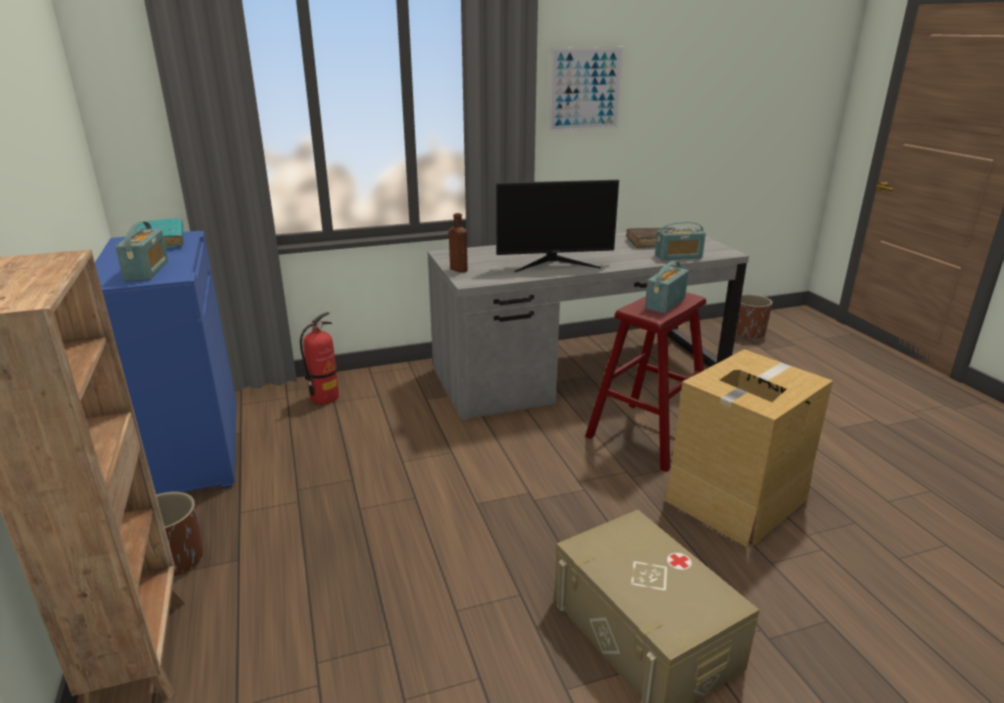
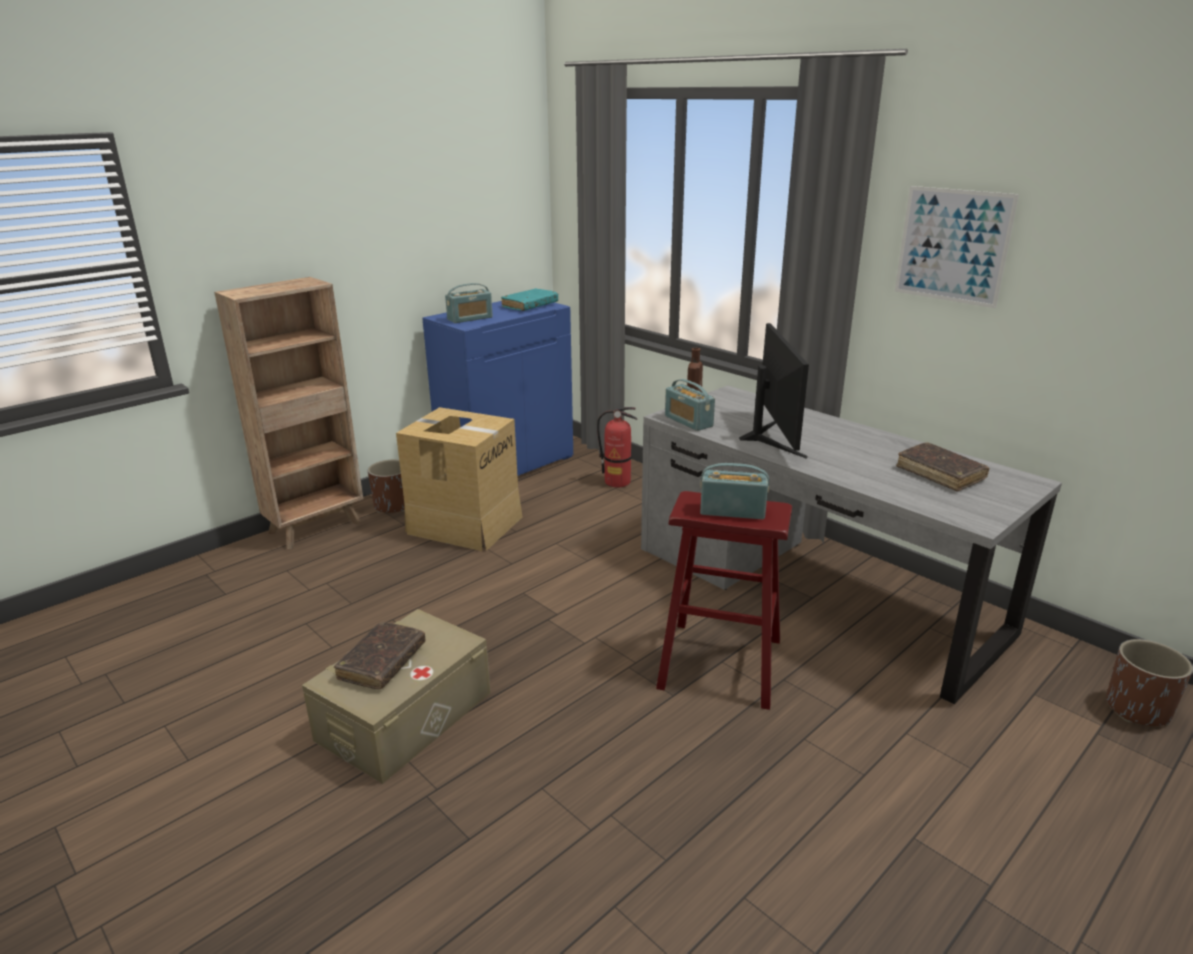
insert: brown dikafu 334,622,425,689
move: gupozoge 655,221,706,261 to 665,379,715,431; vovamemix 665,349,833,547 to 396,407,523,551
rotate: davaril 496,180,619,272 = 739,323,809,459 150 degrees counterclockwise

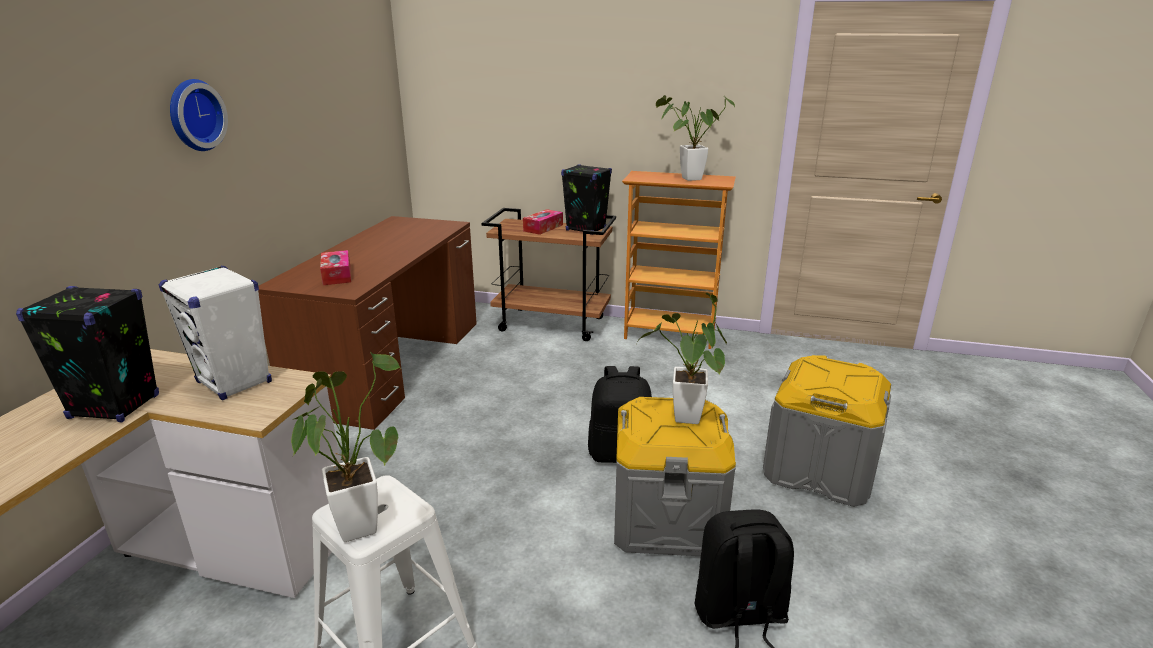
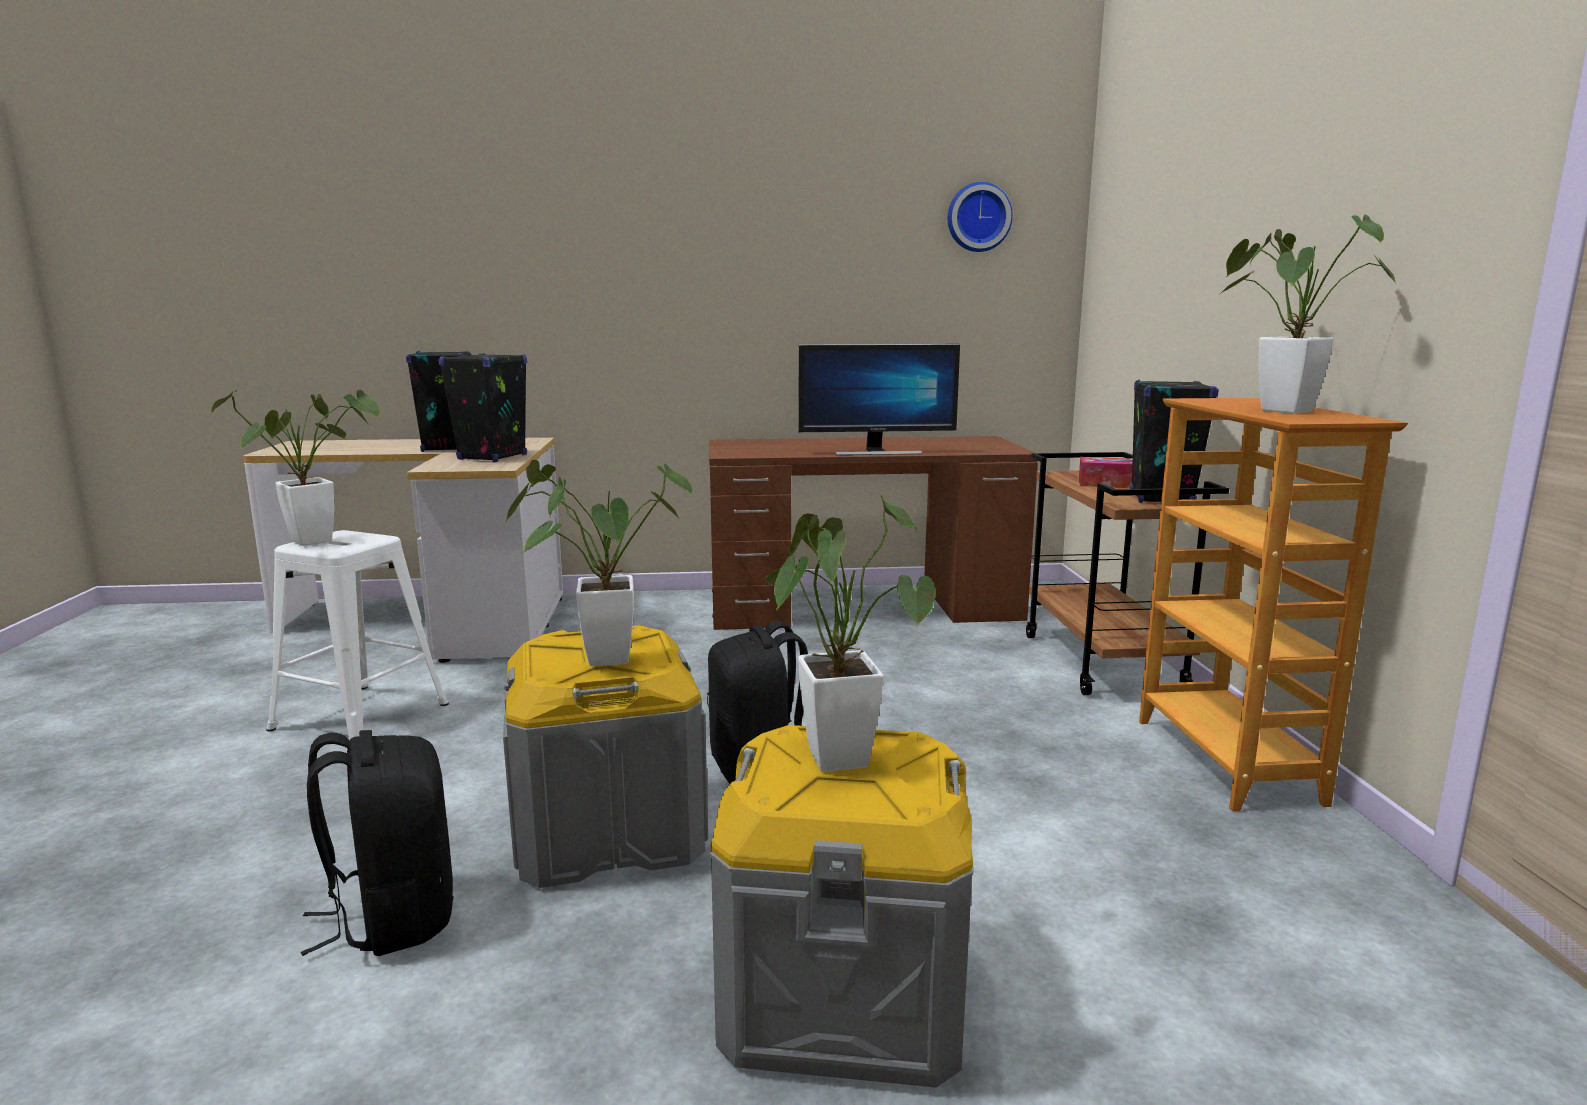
delete: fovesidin 320,250,351,285
insert: davaril 798,344,960,455; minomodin 765,495,936,772
move: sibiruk 170,79,228,151 to 948,182,1013,252
recolor: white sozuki 159,266,272,400 to black sozuki 438,353,527,462

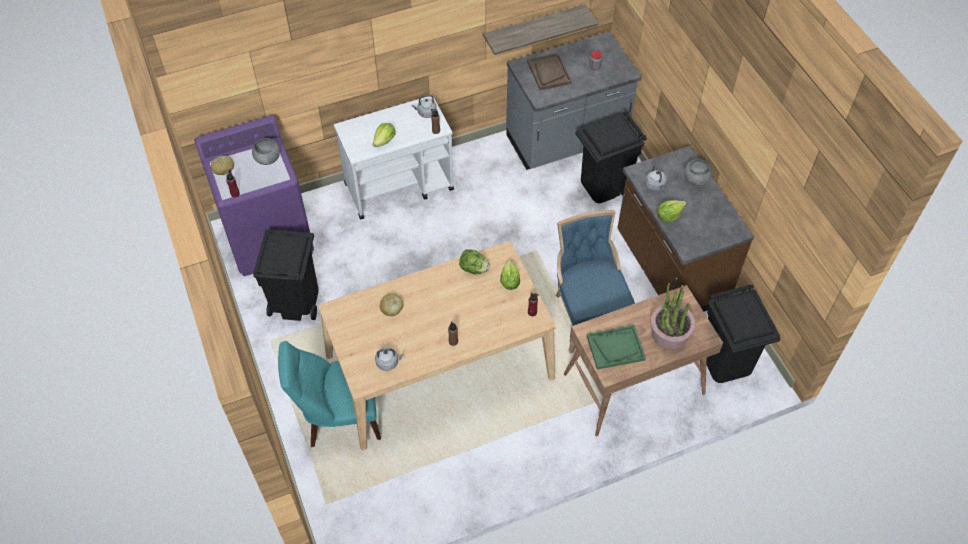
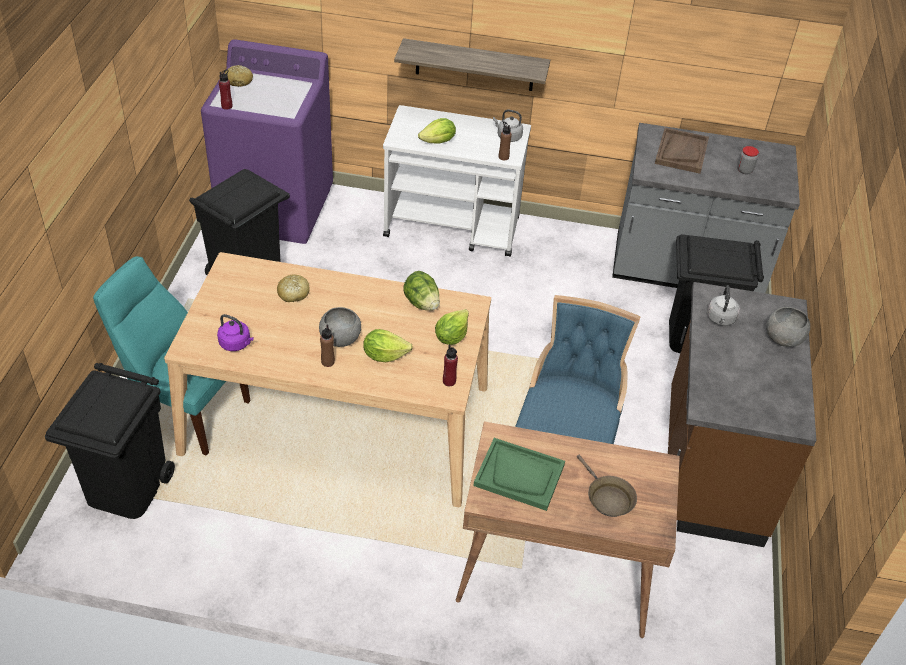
move: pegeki 483,4,599,55 to 394,38,550,91; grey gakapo 252,138,280,165 to 319,307,361,347; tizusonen 657,200,686,222 to 363,329,413,362; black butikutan 707,285,781,383 to 45,363,175,519
replace: minomodin 650,283,696,349 to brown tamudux 577,455,637,517
recolor: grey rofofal 375,347,404,371 to purple rofofal 217,314,254,351

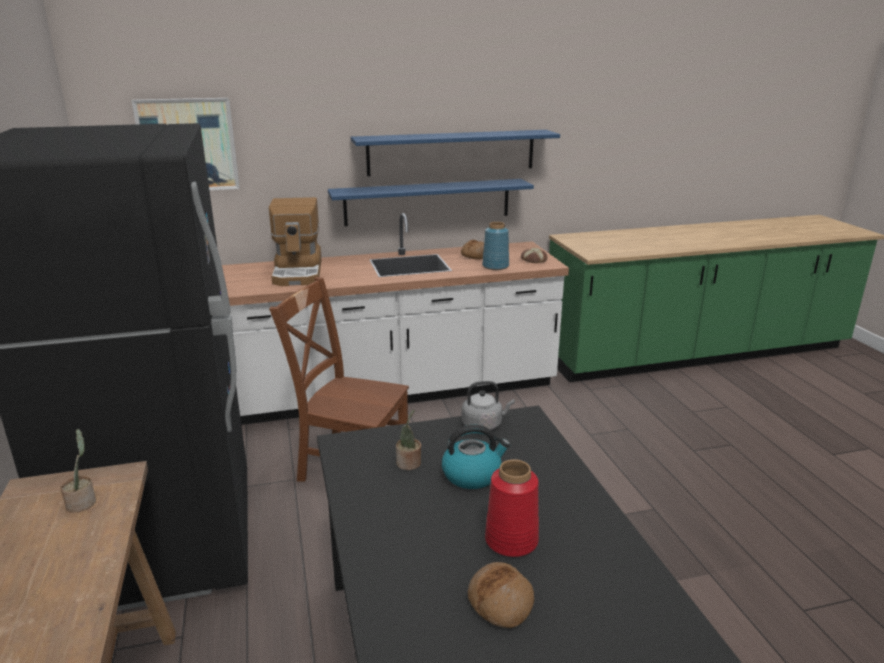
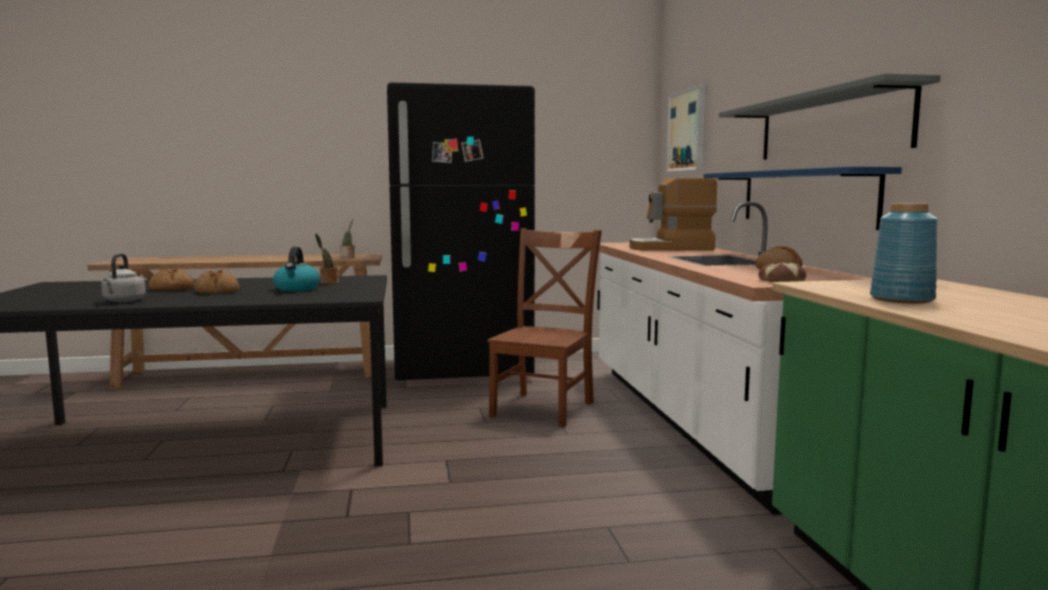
move: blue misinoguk 482,222,509,270 to 870,203,938,304; grey rofofal 462,381,515,430 to 101,253,146,302
replace: red misinoguk 485,459,539,557 to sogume 194,270,239,294
recolor: blue pegeki 351,130,560,176 to grey pegeki 719,73,941,160

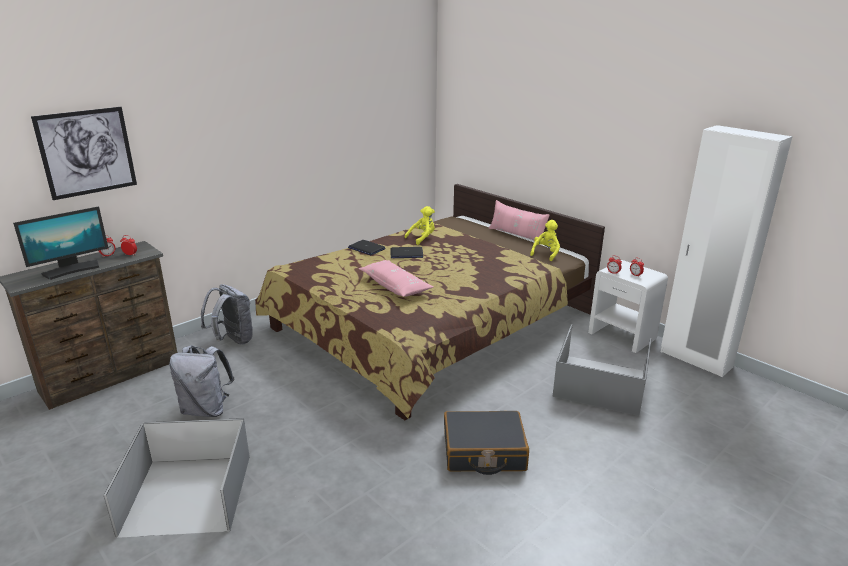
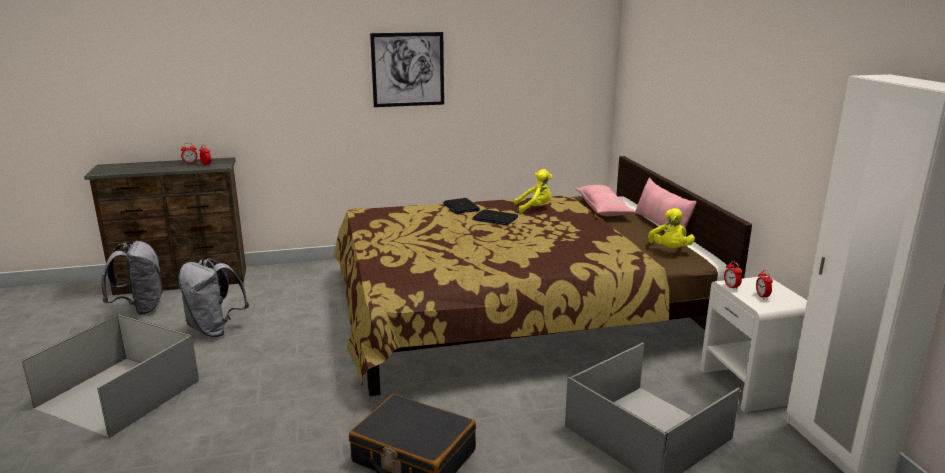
delete: davaril 13,206,108,280
move: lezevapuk 31,107,137,200 to 370,32,444,107; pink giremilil 359,260,433,297 to 576,185,635,216; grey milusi 201,284,253,345 to 101,241,163,315
rotate: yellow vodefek 530,220,560,261 = 648,208,695,248 120 degrees clockwise

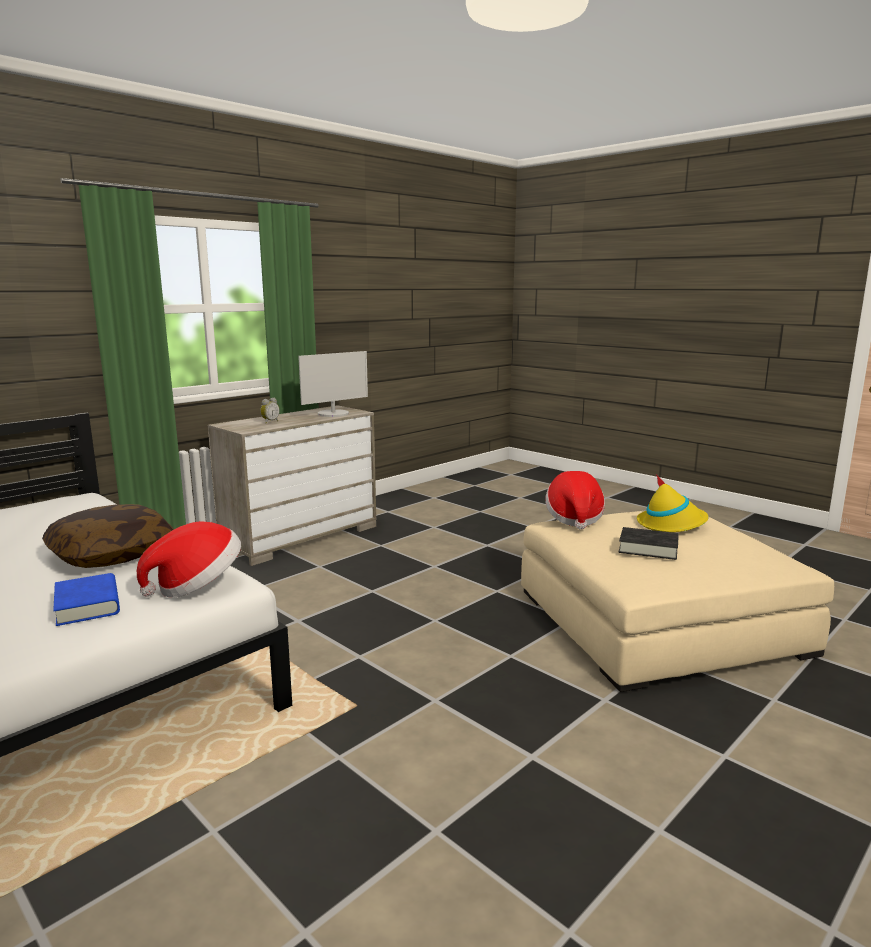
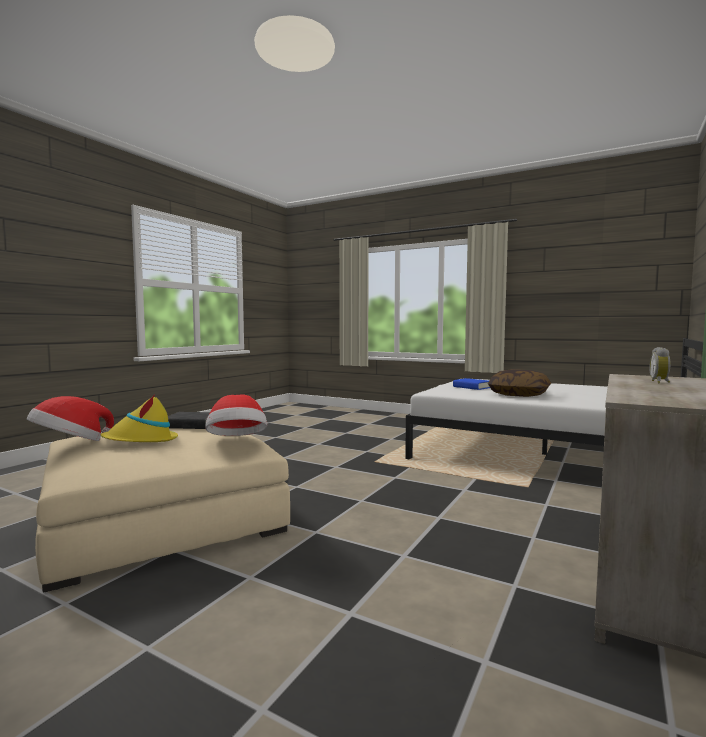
delete: davaril 298,351,368,417
move: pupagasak 137,521,241,598 to 27,396,114,441

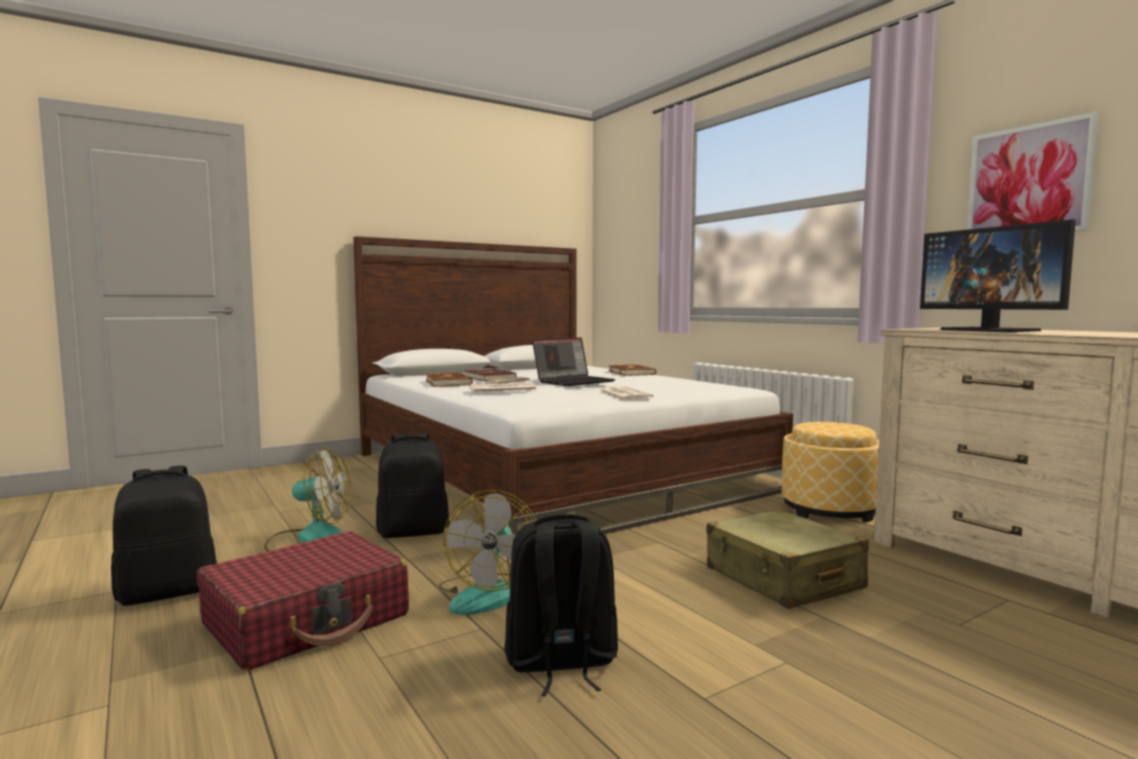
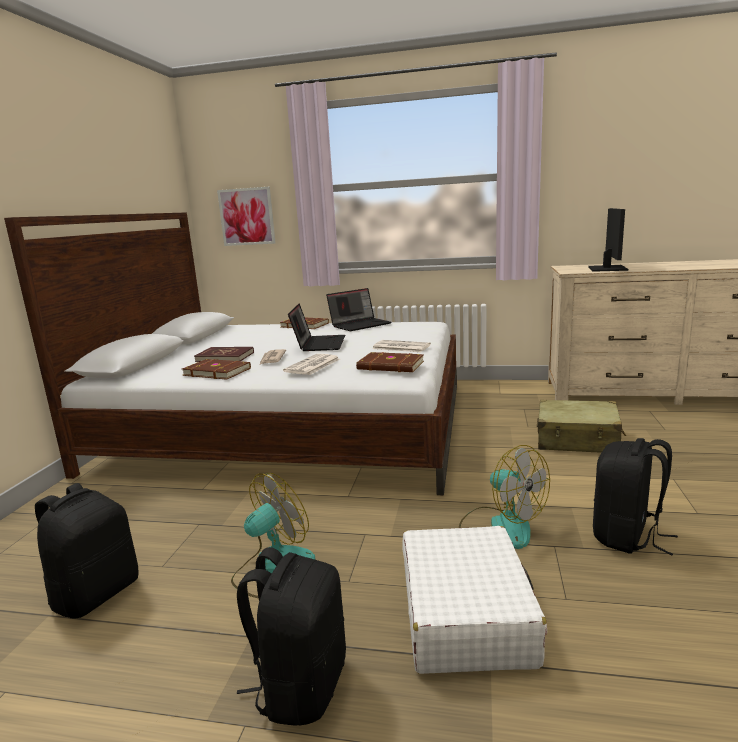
delete: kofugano 782,422,879,522
insert: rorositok 326,288,391,331; brown dikafu 356,352,424,372
move: lezevapuk 967,112,1099,232 to 217,187,275,246; black milusi 376,433,449,538 to 35,483,138,618
recolor: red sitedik 197,531,409,671 to white sitedik 402,526,547,674
rotate: davaril 920,219,1076,332 = 588,208,629,272 90 degrees counterclockwise

